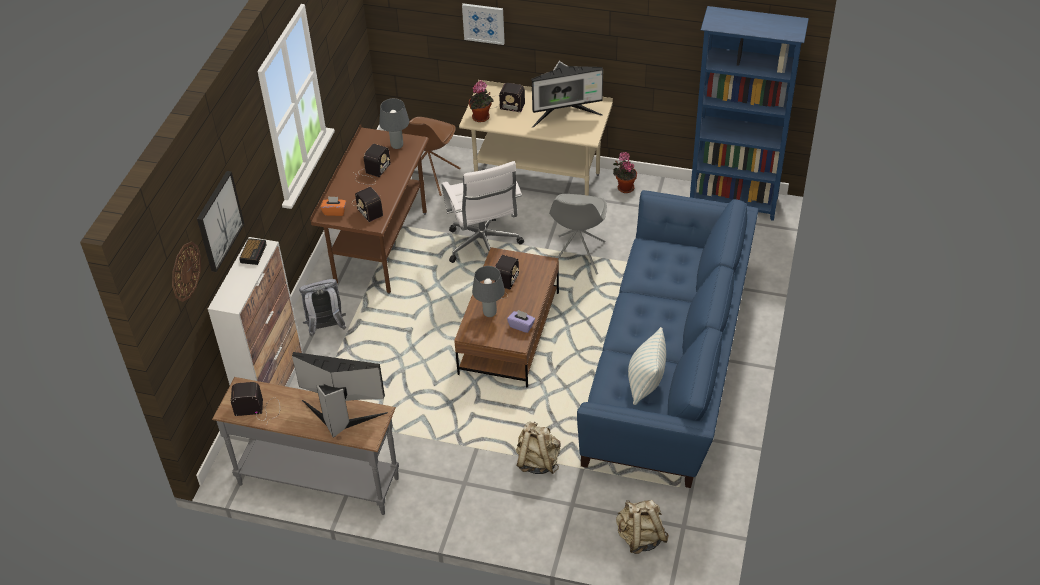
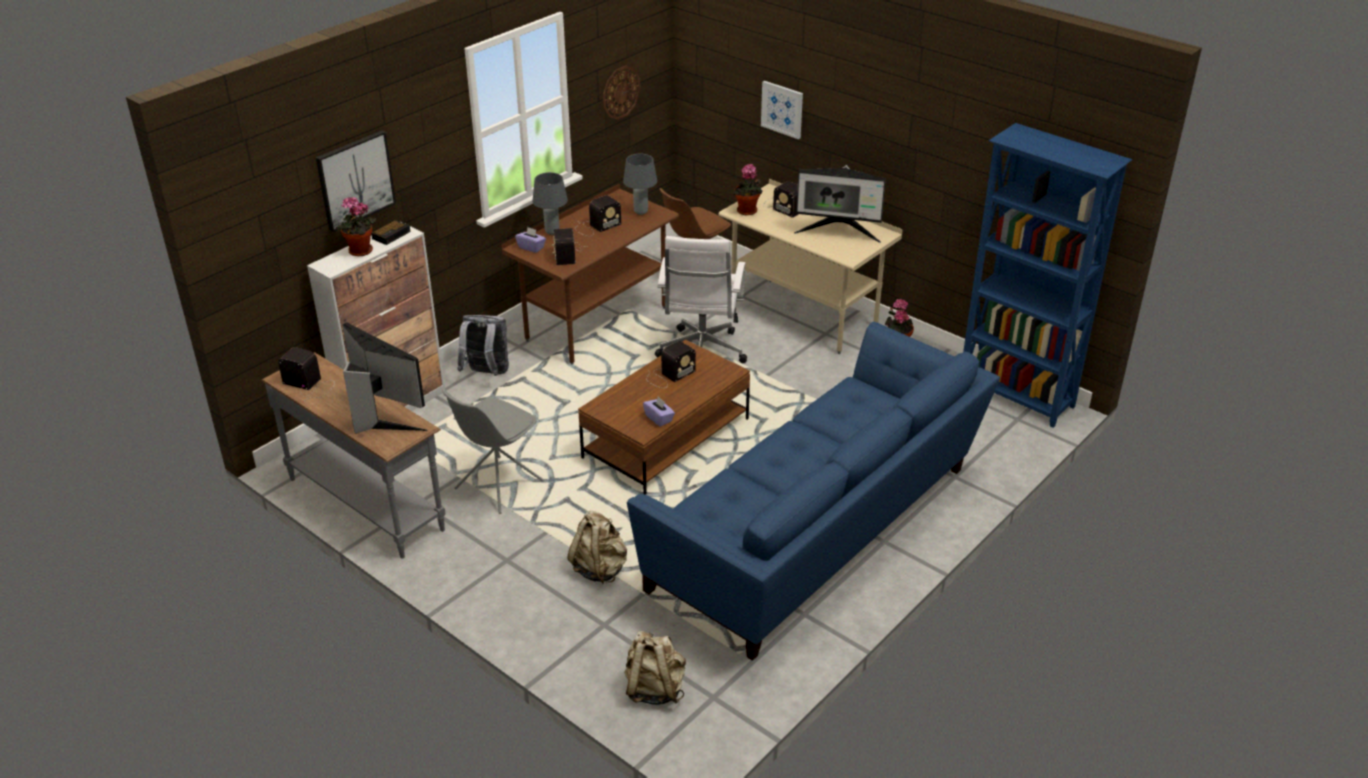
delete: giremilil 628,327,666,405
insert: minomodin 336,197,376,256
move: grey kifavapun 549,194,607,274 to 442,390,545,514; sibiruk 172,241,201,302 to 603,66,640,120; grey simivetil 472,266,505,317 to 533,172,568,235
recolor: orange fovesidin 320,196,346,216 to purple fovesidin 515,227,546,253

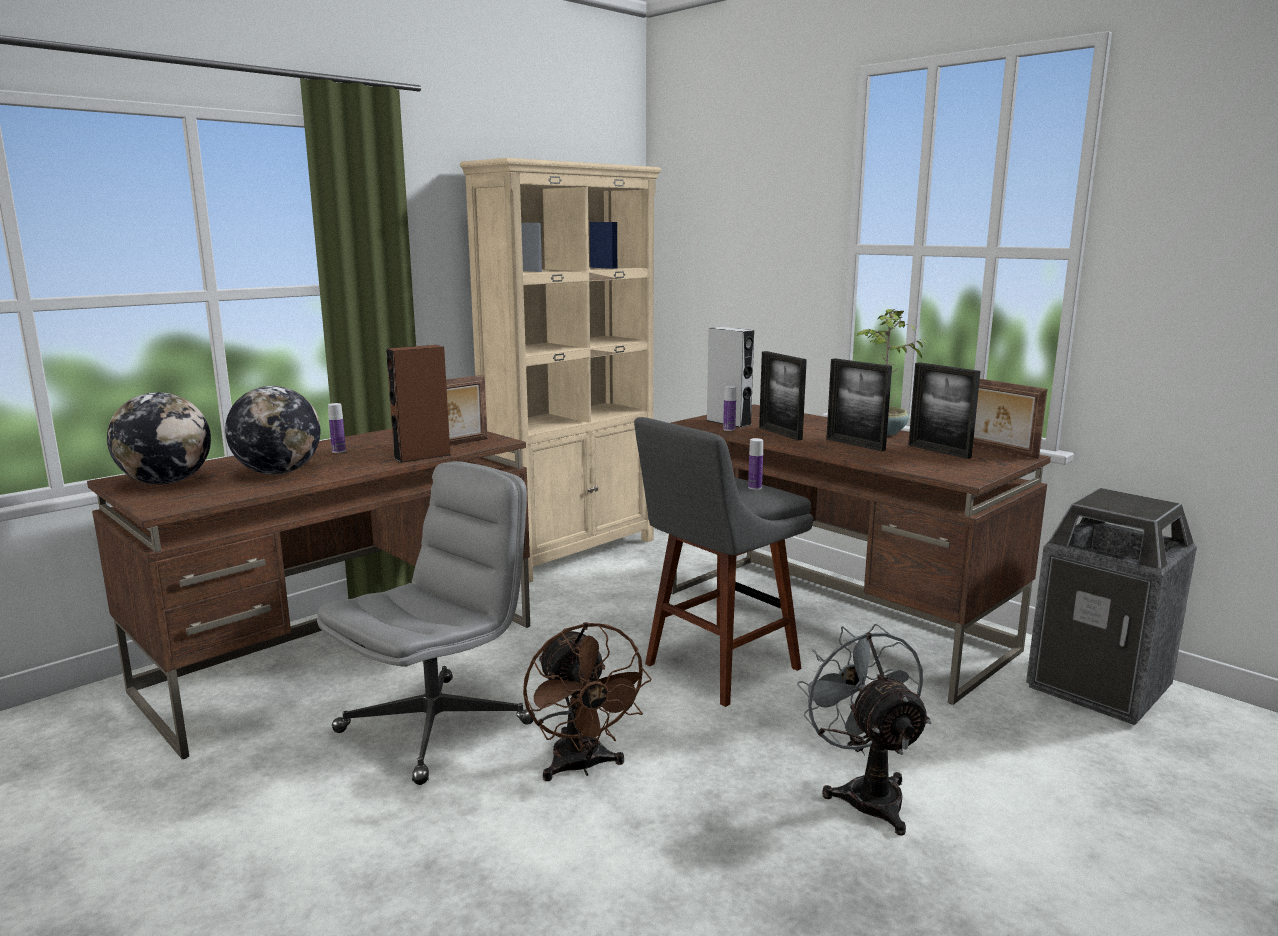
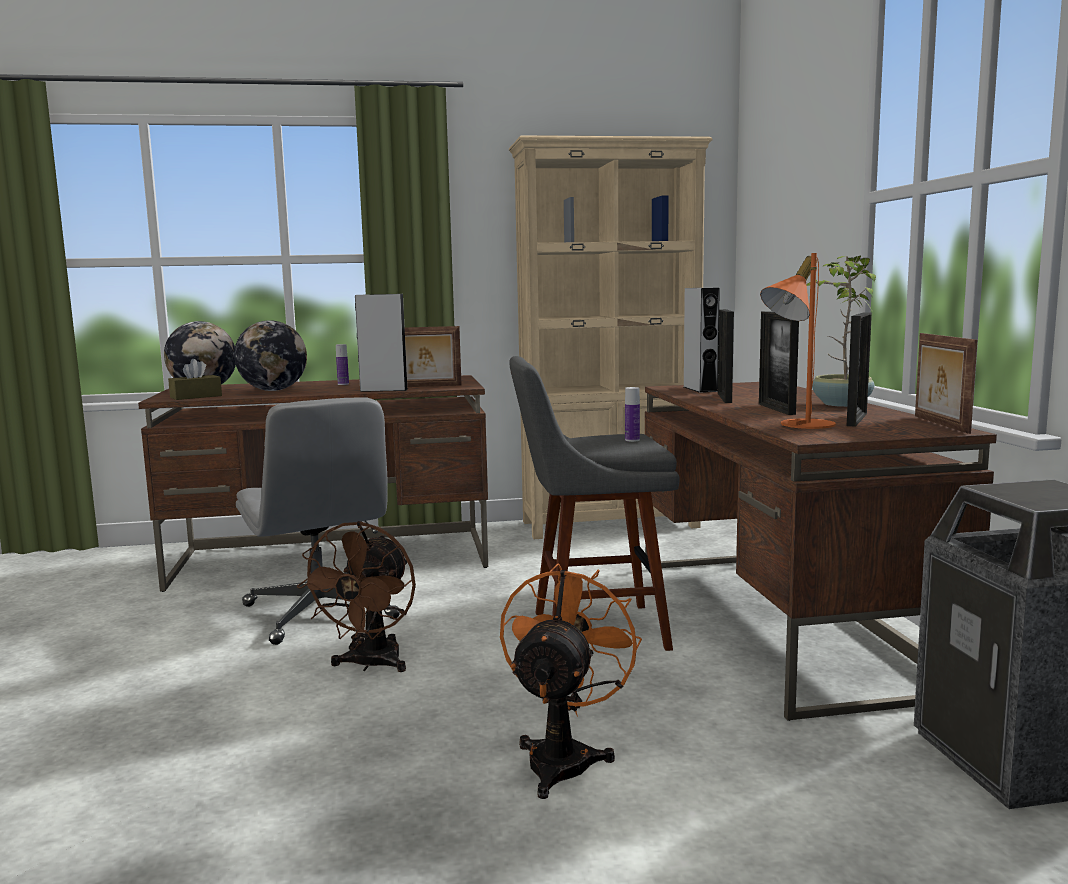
delete: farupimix 723,386,736,431
insert: orange simivetil 760,253,836,429; brown fovesidin 168,359,222,400
recolor: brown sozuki 386,345,450,463 to grey sozuki 355,294,408,392; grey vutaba 797,624,931,836 to orange vutaba 500,564,642,799
rotate: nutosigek 908,362,980,459 = 847,312,872,427 150 degrees counterclockwise; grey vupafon 317,461,535,785 = 236,397,400,645 75 degrees clockwise

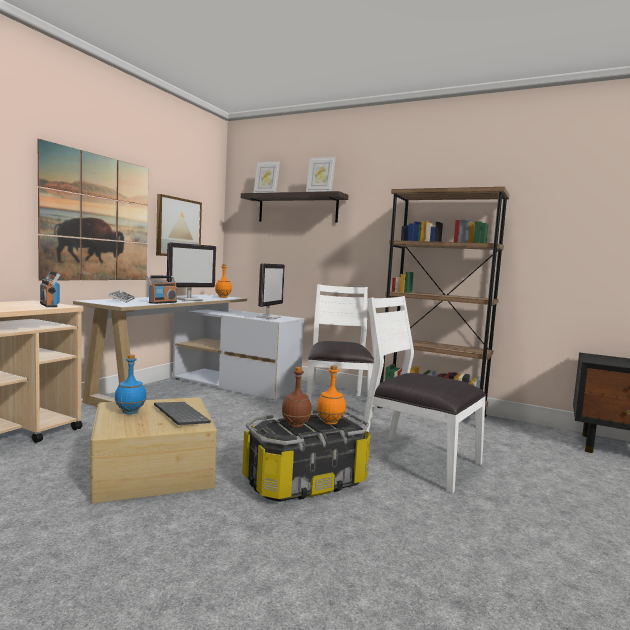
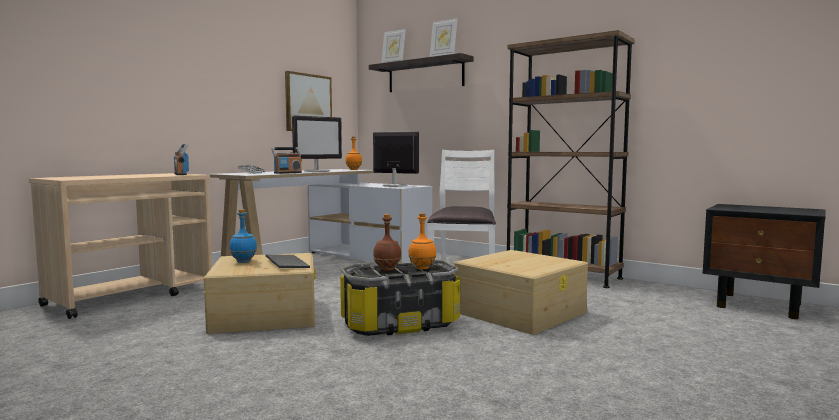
delete: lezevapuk 38,139,148,281
replace: white kifavapun 362,296,486,494 to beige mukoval 454,250,588,335
rotate: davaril 256,263,285,319 = 373,131,419,187 90 degrees counterclockwise

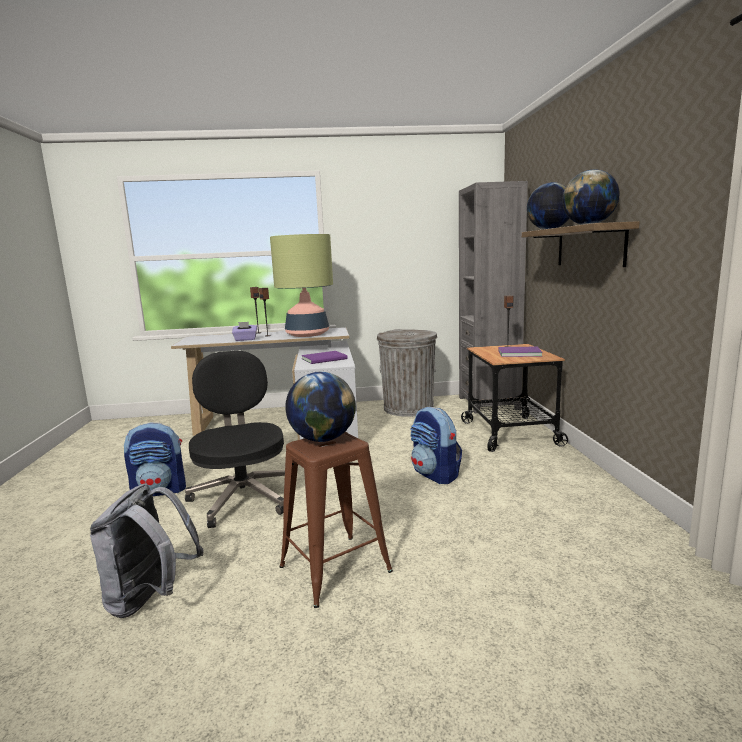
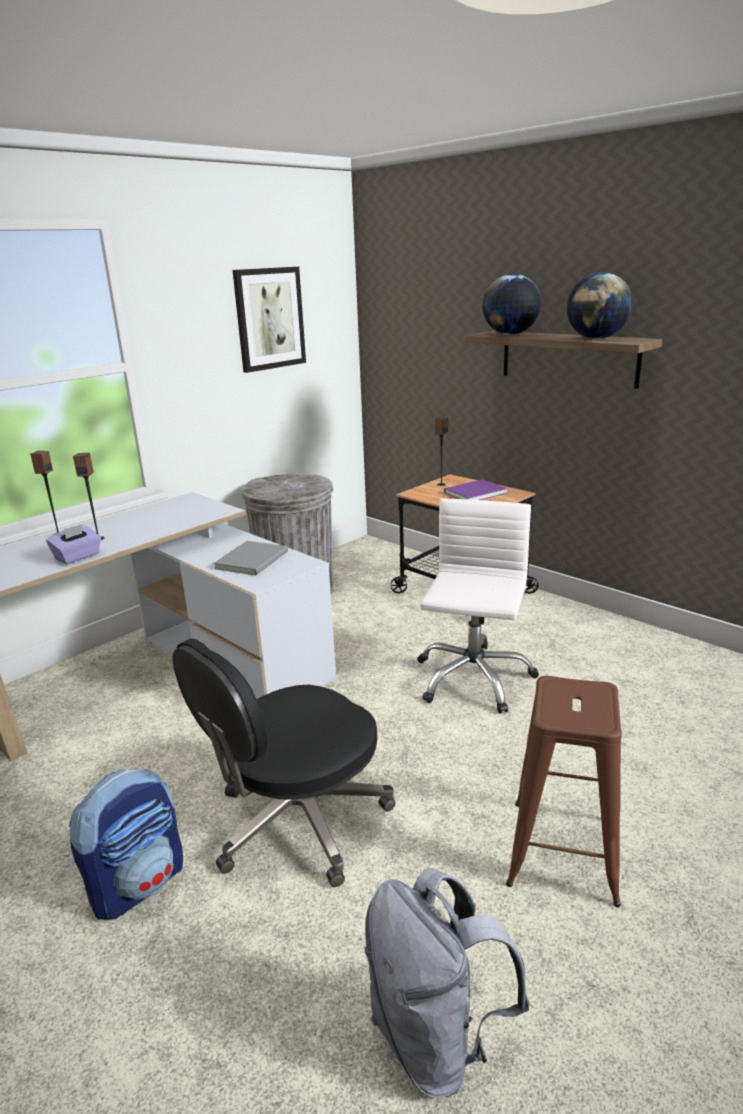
delete: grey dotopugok 459,181,528,413; simivetil 270,234,333,337; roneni 286,372,356,442
insert: lezevapuk 233,267,306,373
replace: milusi 410,407,462,484 to white vupafon 417,499,539,714
recolor: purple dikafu 301,351,347,364 to grey dikafu 213,541,288,575
rotate: black vupafon 185,350,285,528 = 173,638,395,887 75 degrees counterclockwise

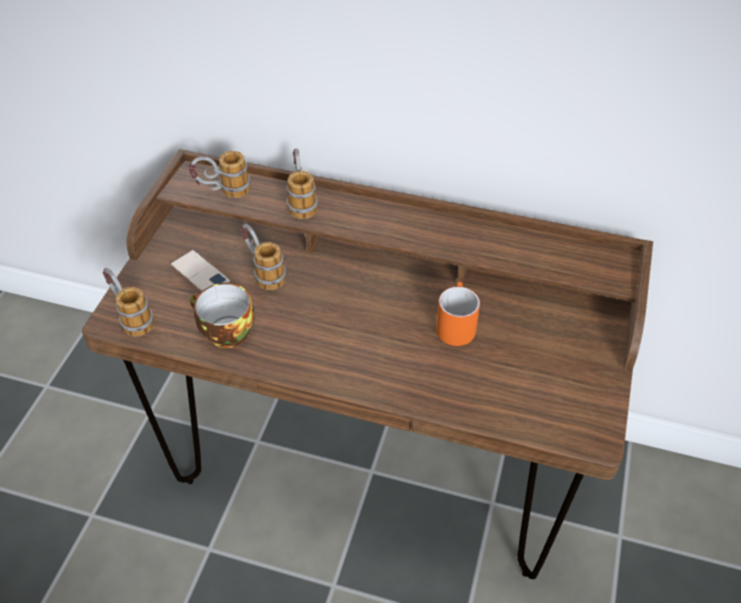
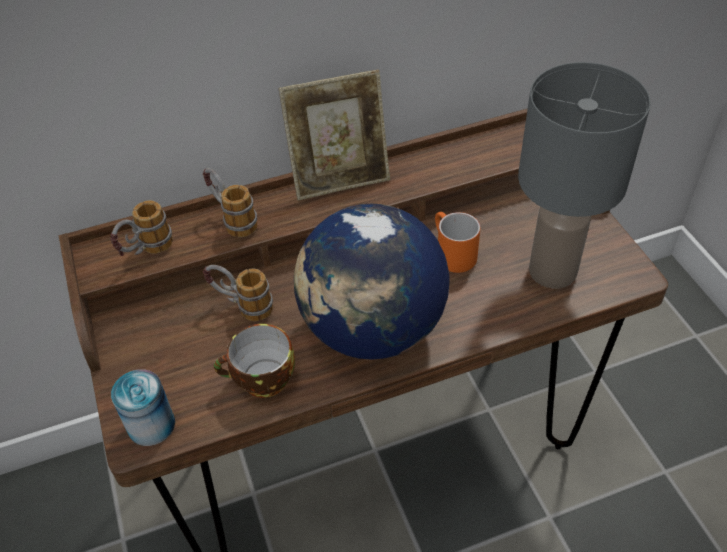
delete: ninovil 170,250,231,291
insert: grey simivetil 518,62,651,289; nutosigek 279,70,390,200; roneni 294,204,449,360
replace: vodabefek 103,268,154,337 to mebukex 111,369,175,446

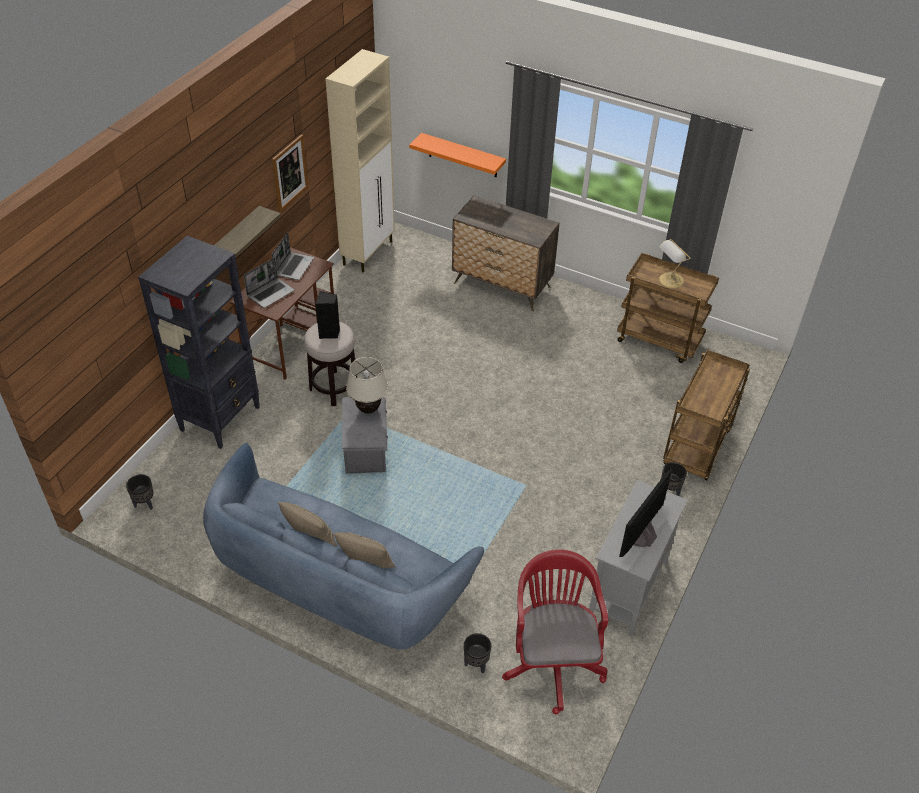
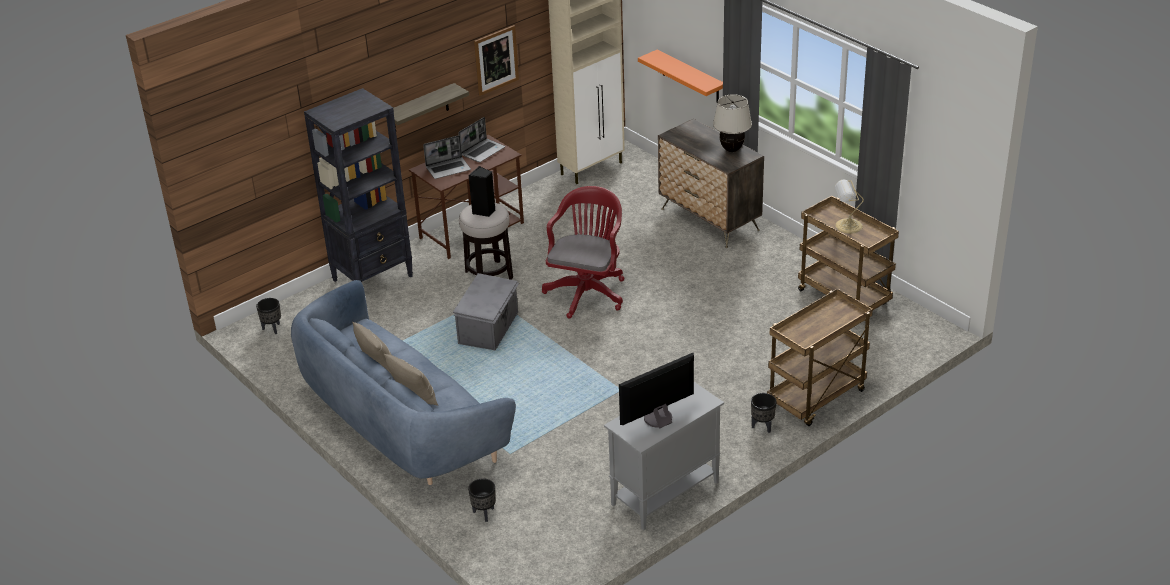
move: beige simivetil 346,357,388,414 to 713,94,752,152; red vupafon 502,549,608,714 to 542,186,624,319

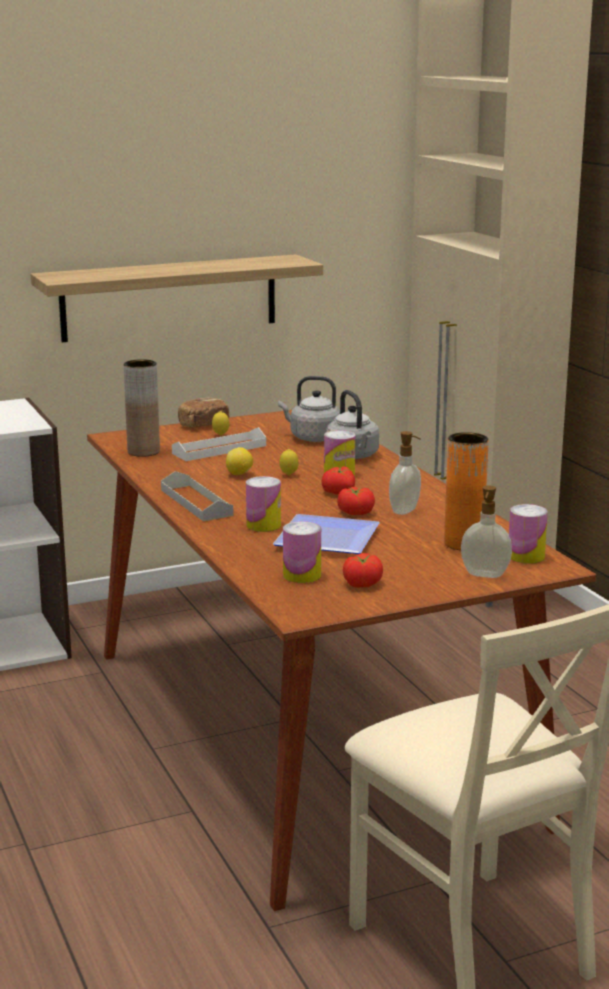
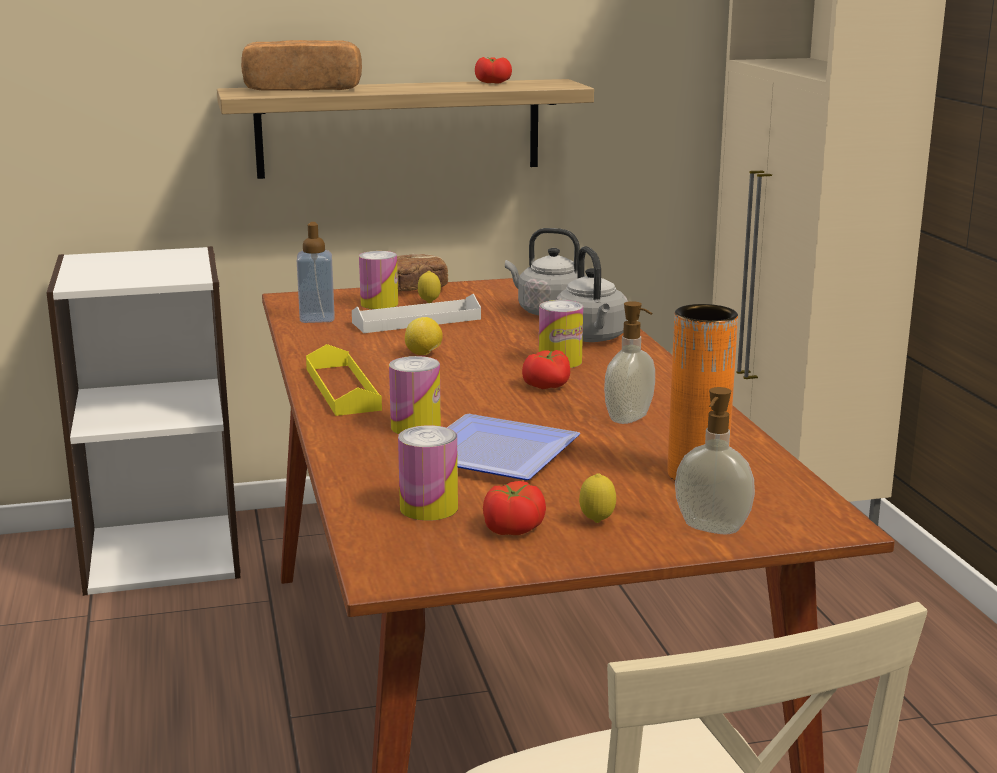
insert: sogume 241,40,362,91
move: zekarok 279,449,299,476 to 579,473,616,523; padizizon 337,487,375,515 to 475,57,512,84; mebukex 509,504,548,564 to 359,251,398,309
replace: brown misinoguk 123,359,160,457 to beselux 297,222,334,323
recolor: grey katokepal 161,471,234,521 to yellow katokepal 306,344,382,416

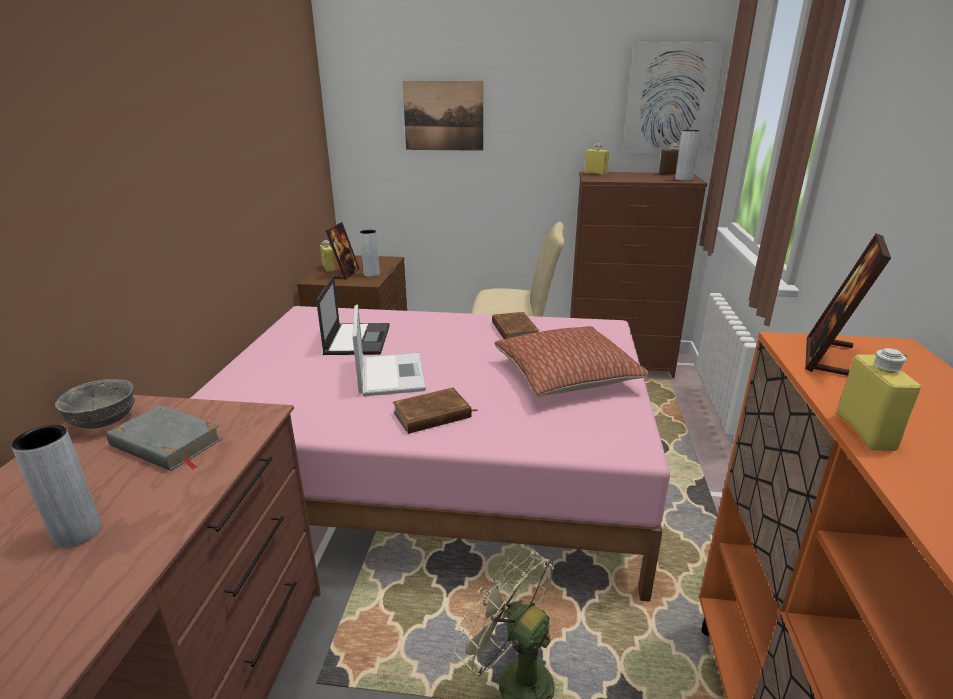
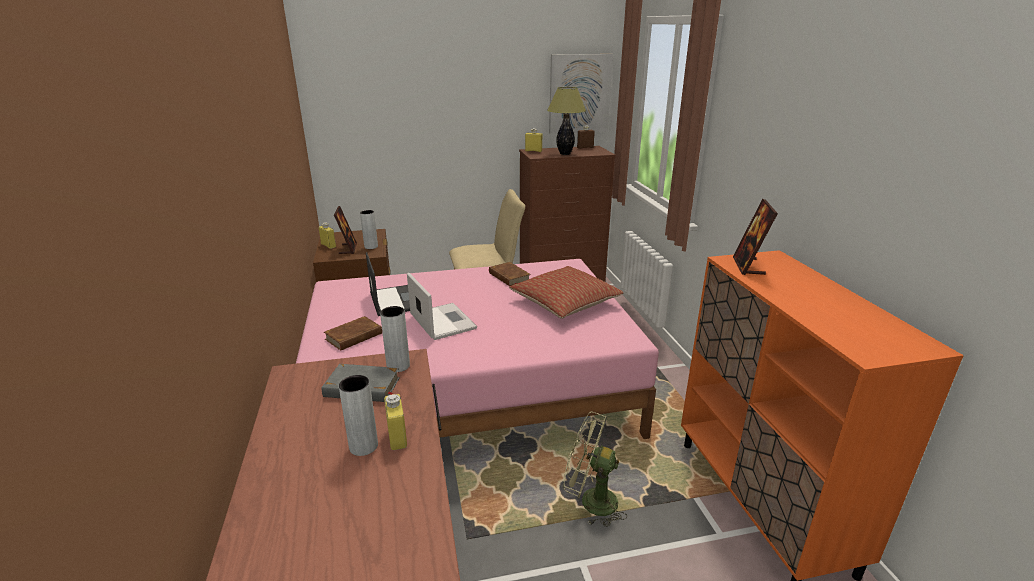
delete: lezevapuk 402,81,483,151; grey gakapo 55,379,135,429
insert: simivetil 547,87,586,155
move: grey misinoguk 675,130,700,181 to 380,306,410,372; yellow farupimix 836,348,921,451 to 384,394,407,450; brown dikafu 393,388,478,434 to 324,316,382,351

